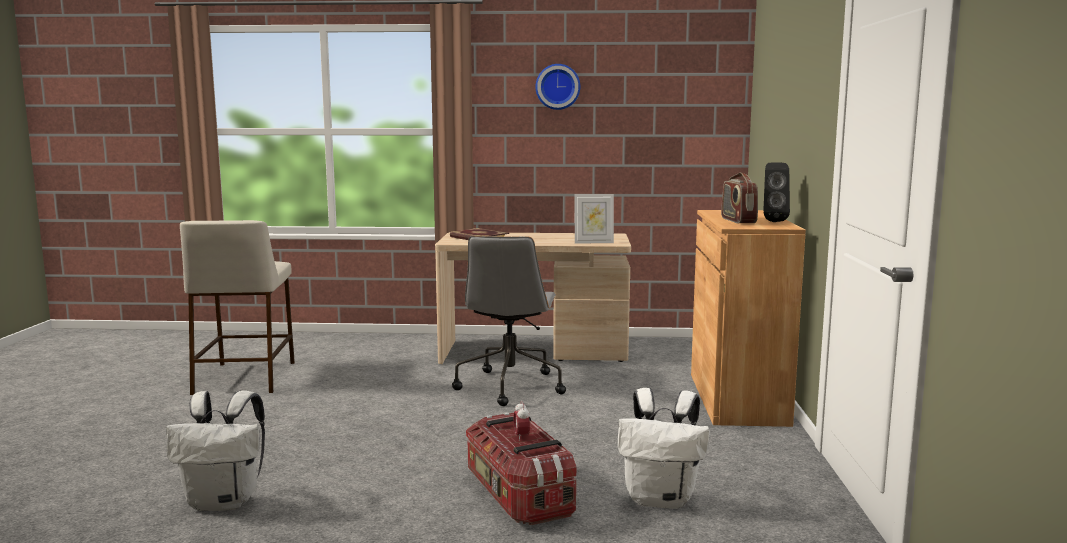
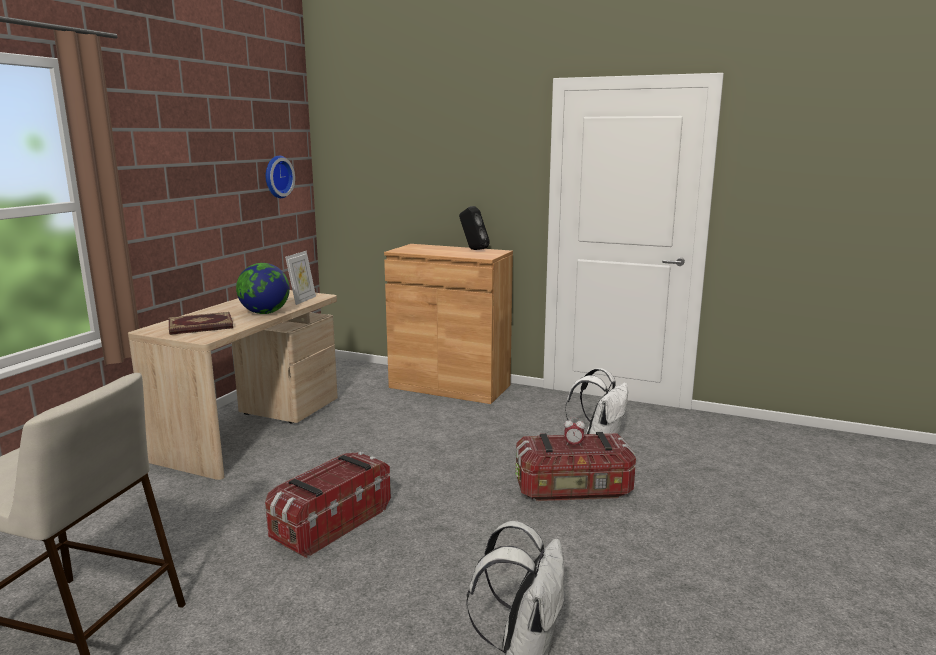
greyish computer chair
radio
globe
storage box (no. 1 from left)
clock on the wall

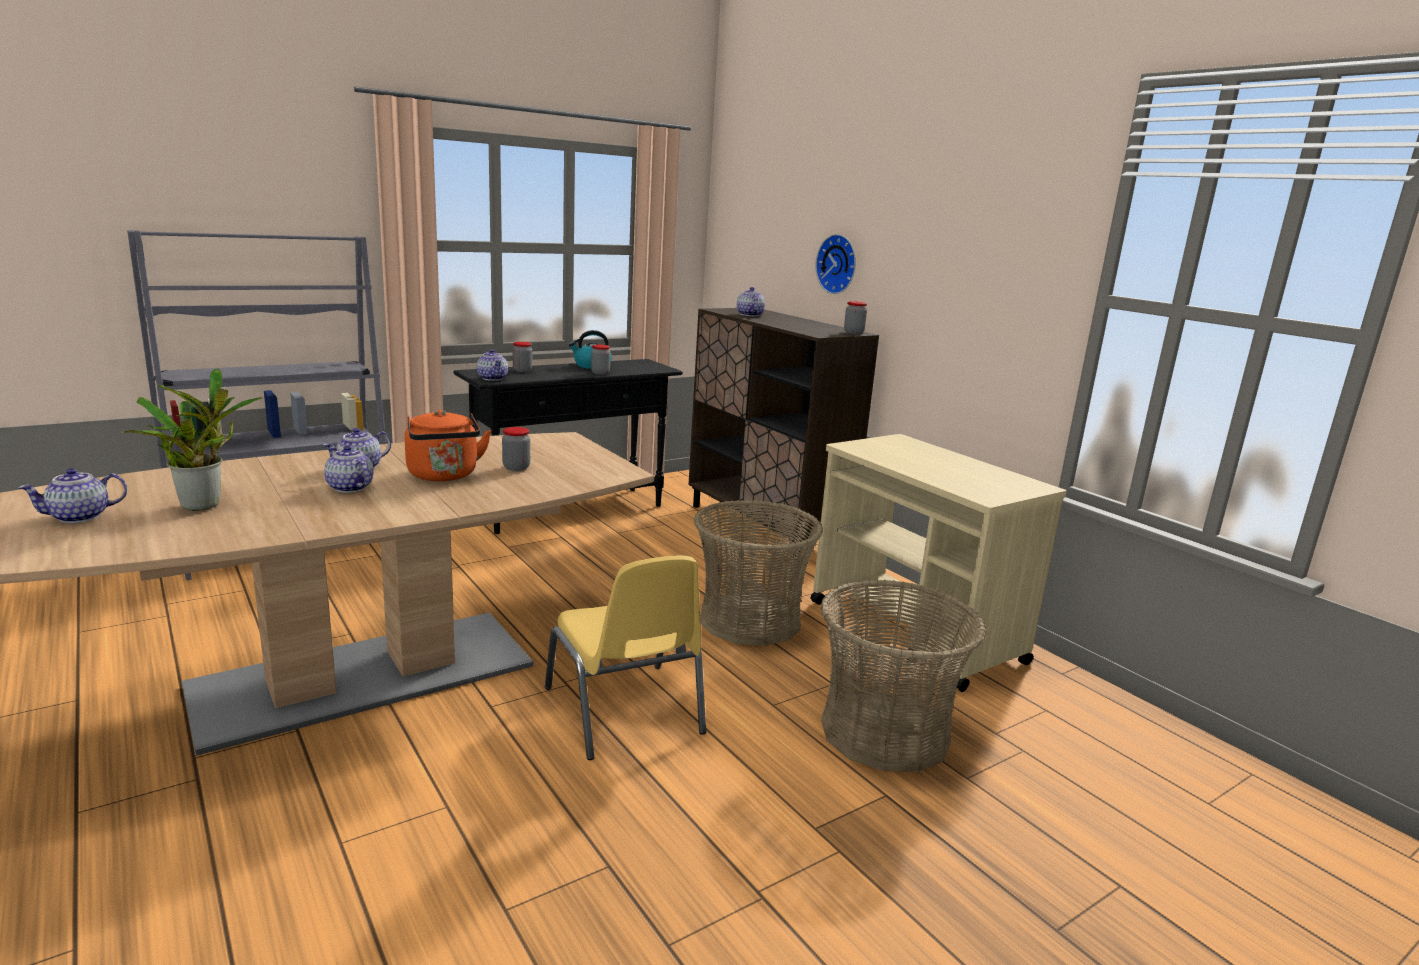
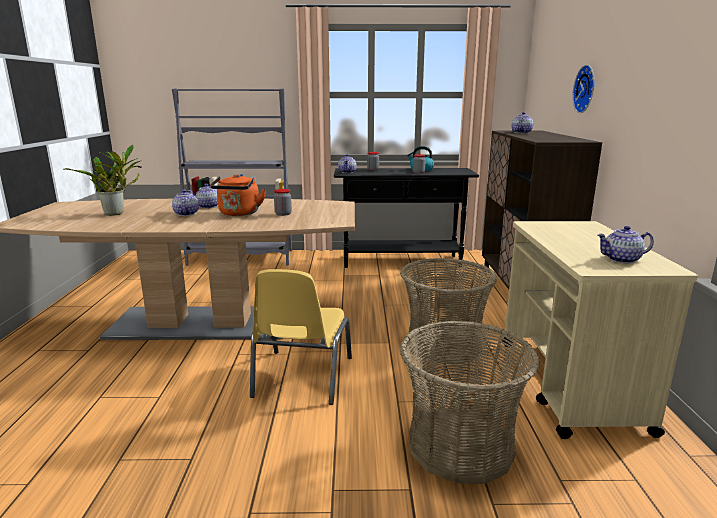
jar (no. 4 from left in the first image)
pot for tea (no. 5 from left)

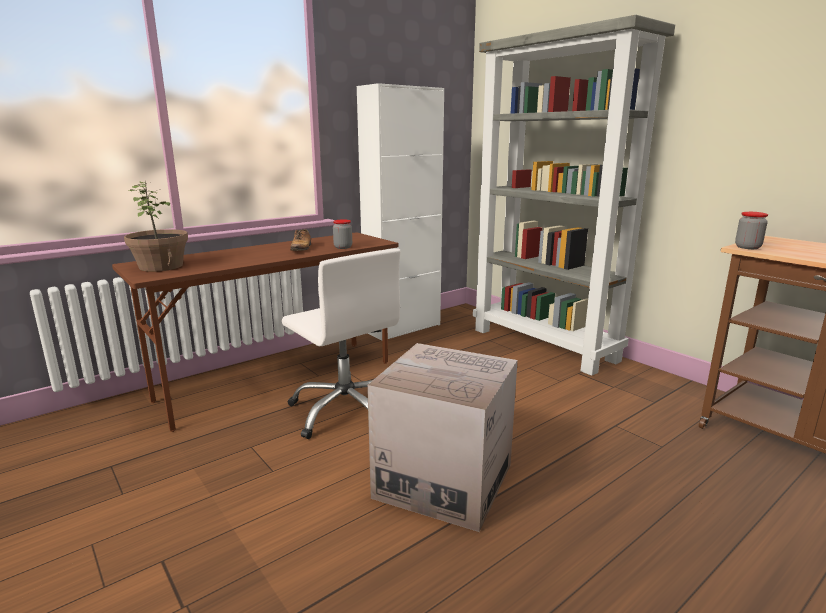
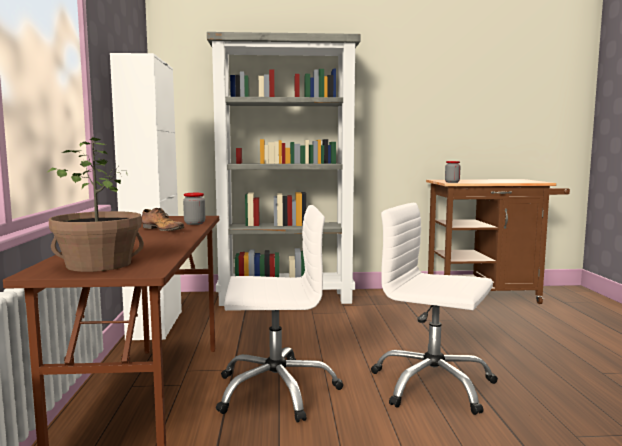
white computer chair (no. 2 from left)

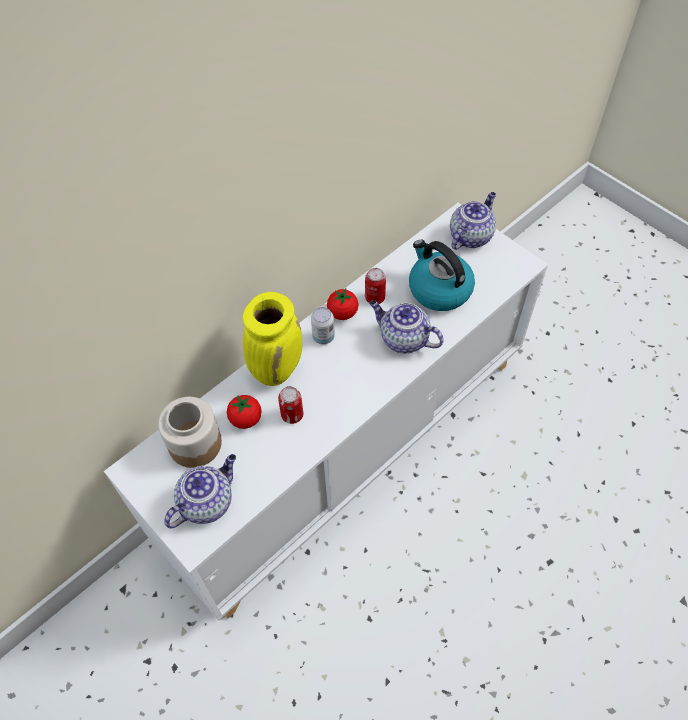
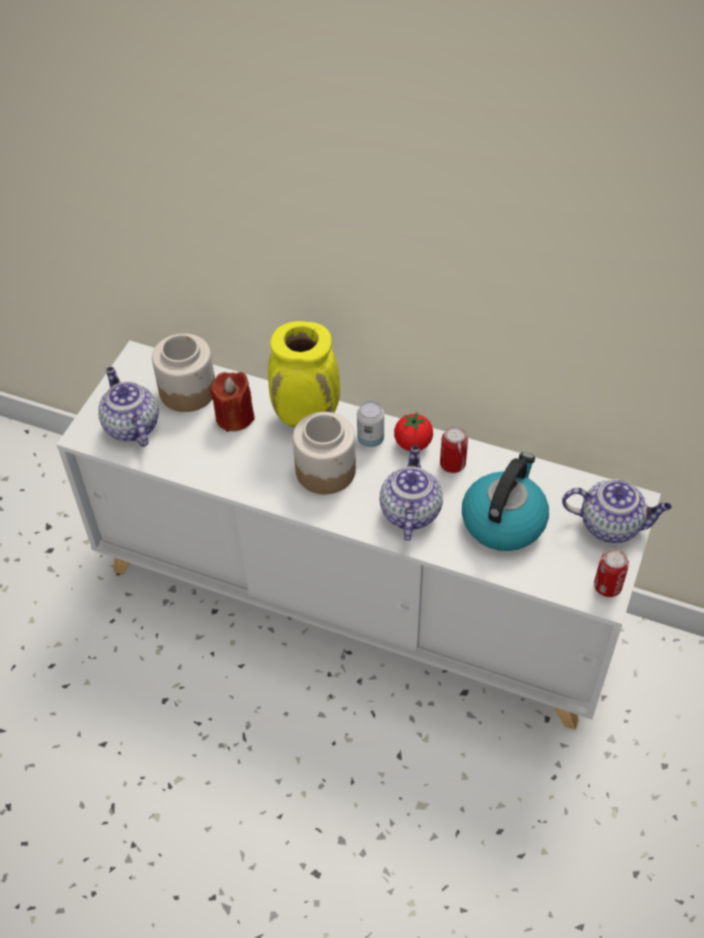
jar (no. 2 from left)
can (no. 3 from left)
red-coloured wax light
pot for tea (no. 1 from left)

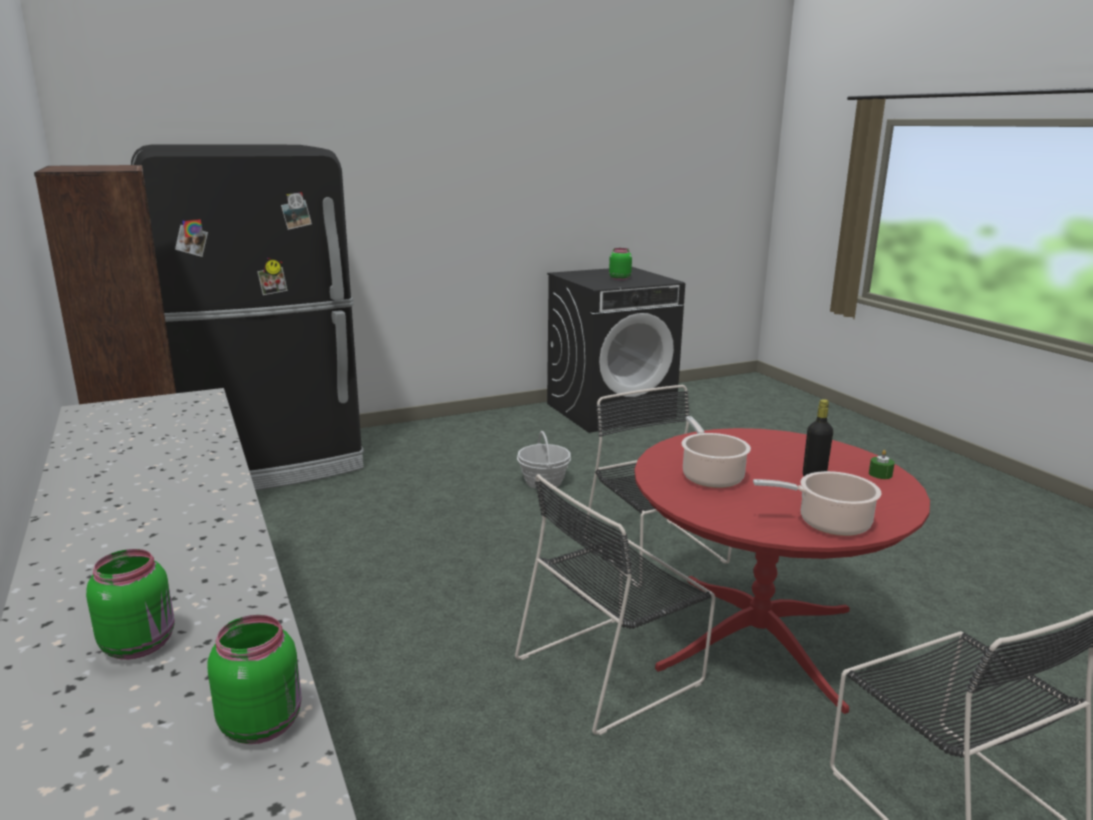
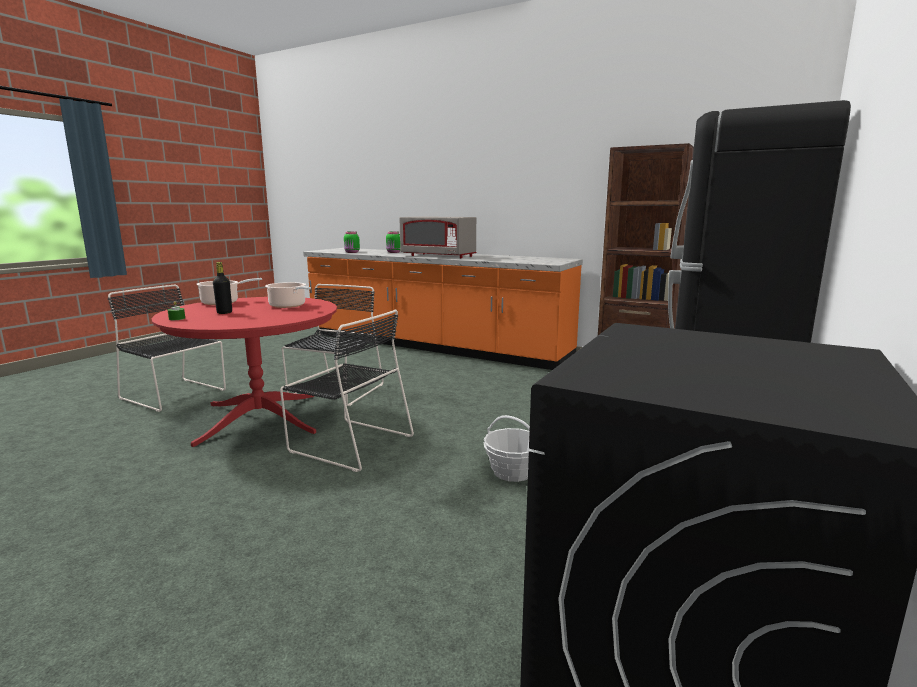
green jar (no. 3 from left in the first image)
greyish kitchen microwave

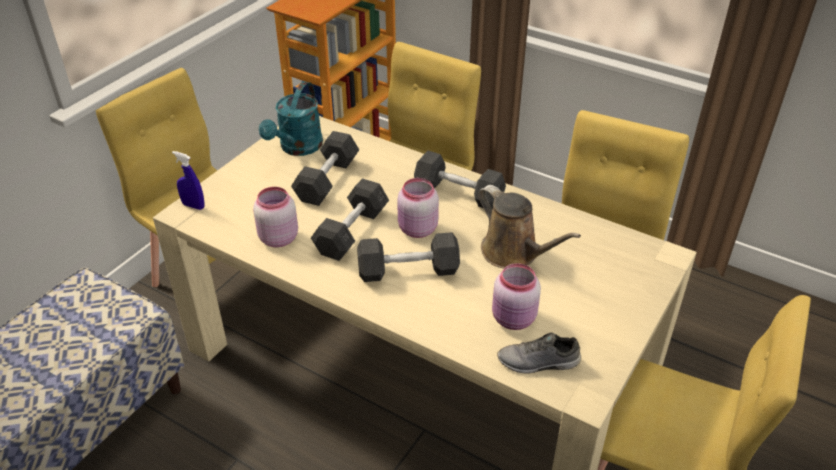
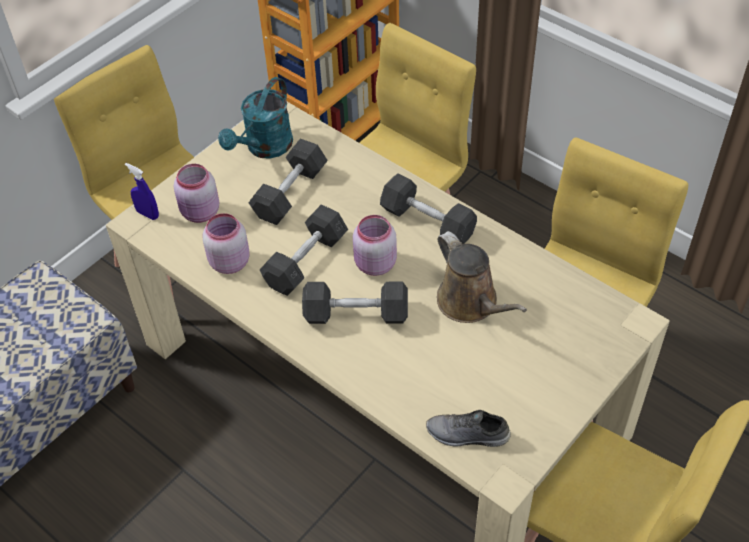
pinkish jar (no. 1 from left)

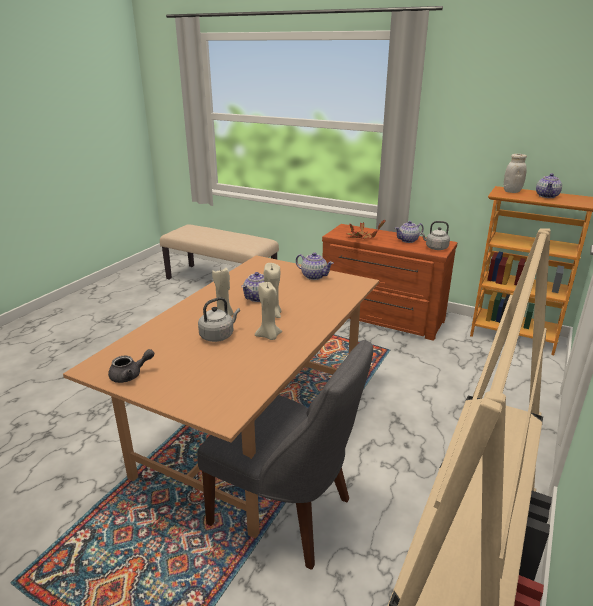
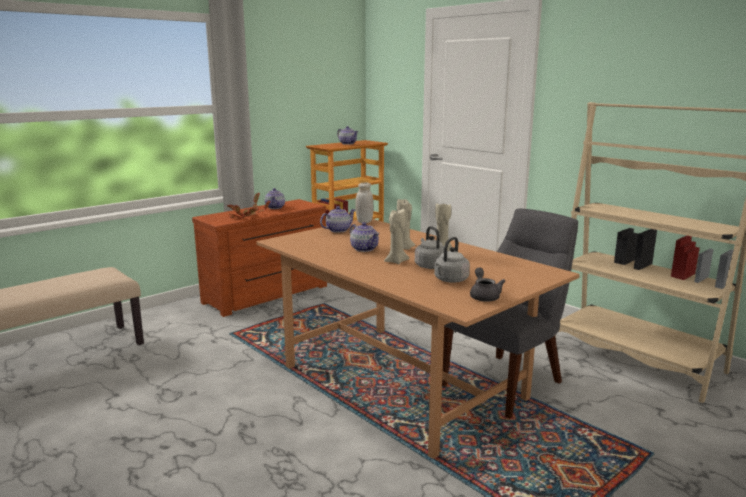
greyish water kettle (no. 2 from left)
white jar

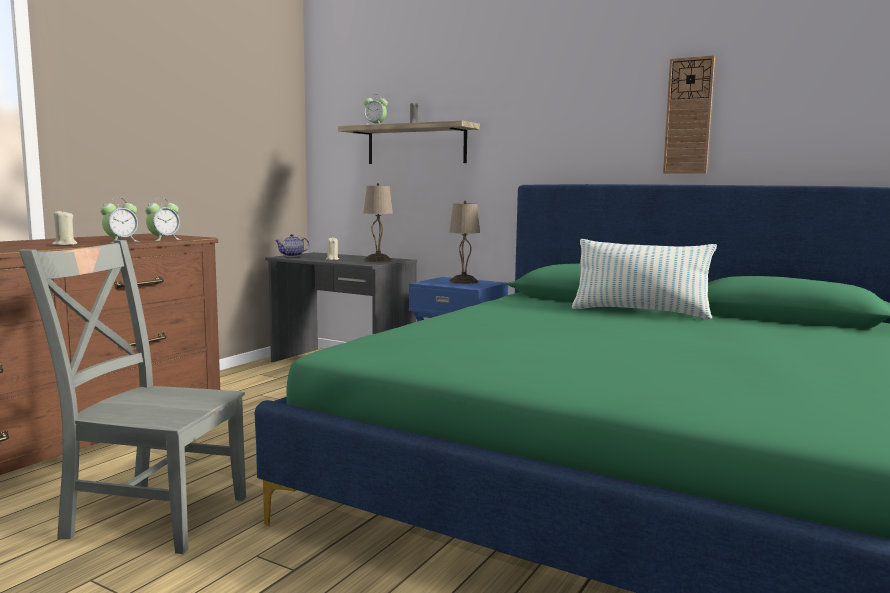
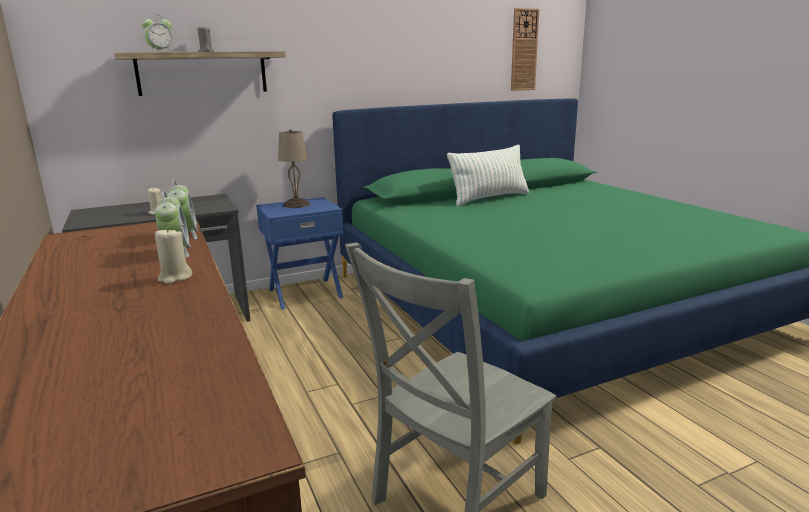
pot for tea
beige-coloured table lamp (no. 1 from left in the first image)
clock on the wall

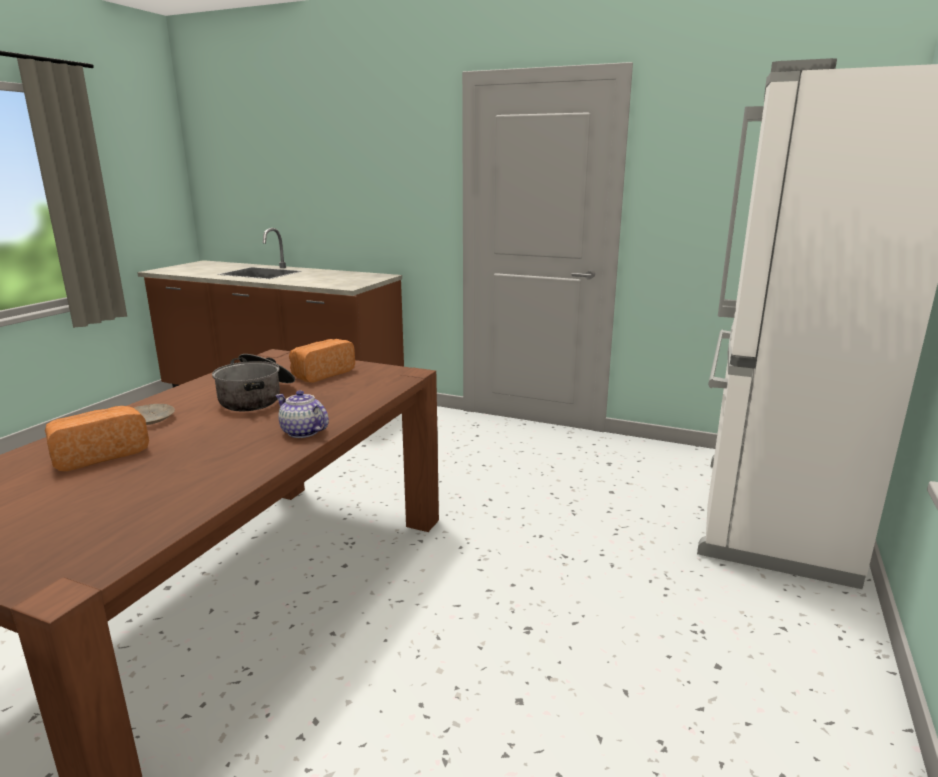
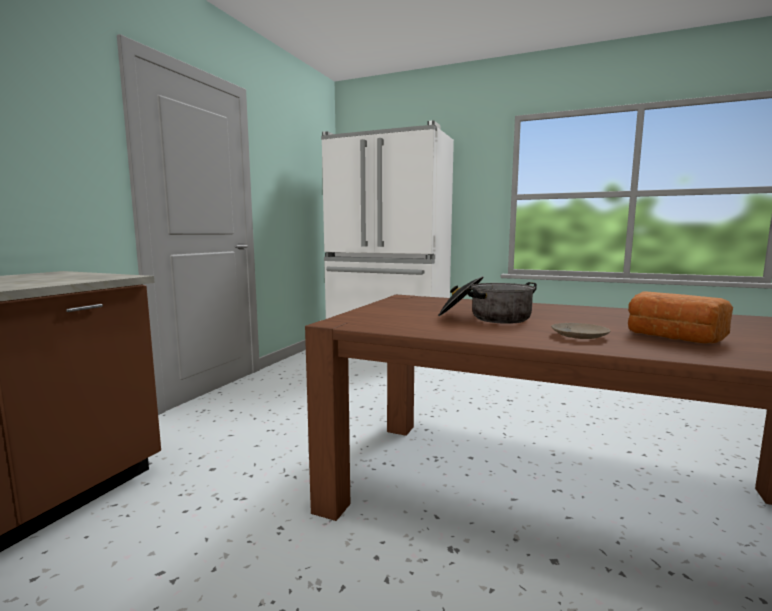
pot for tea
bread (no. 2 from left in the first image)

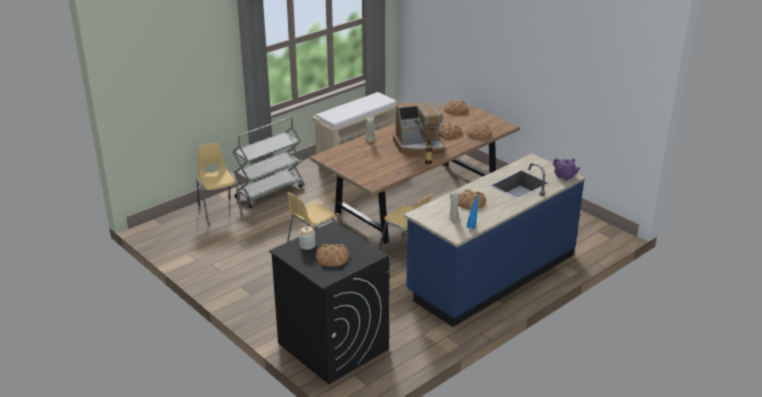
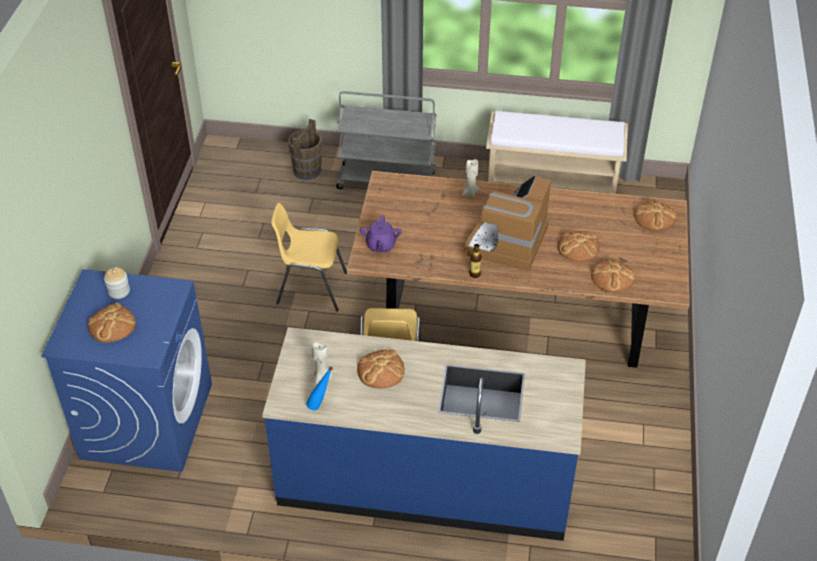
purple pot for tea
brownish water bucket
blue laundry machine
coffee maker

